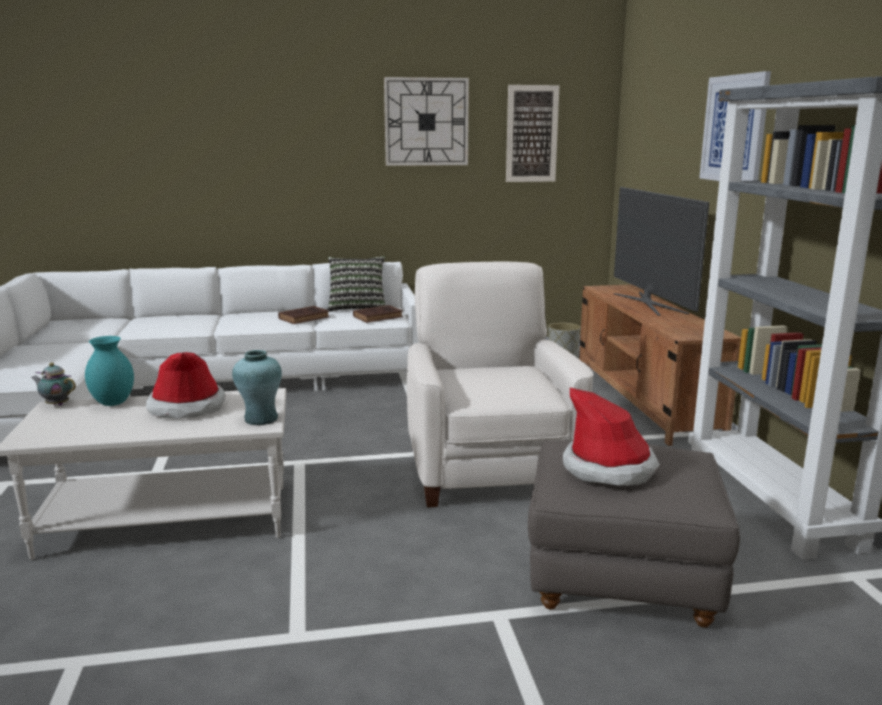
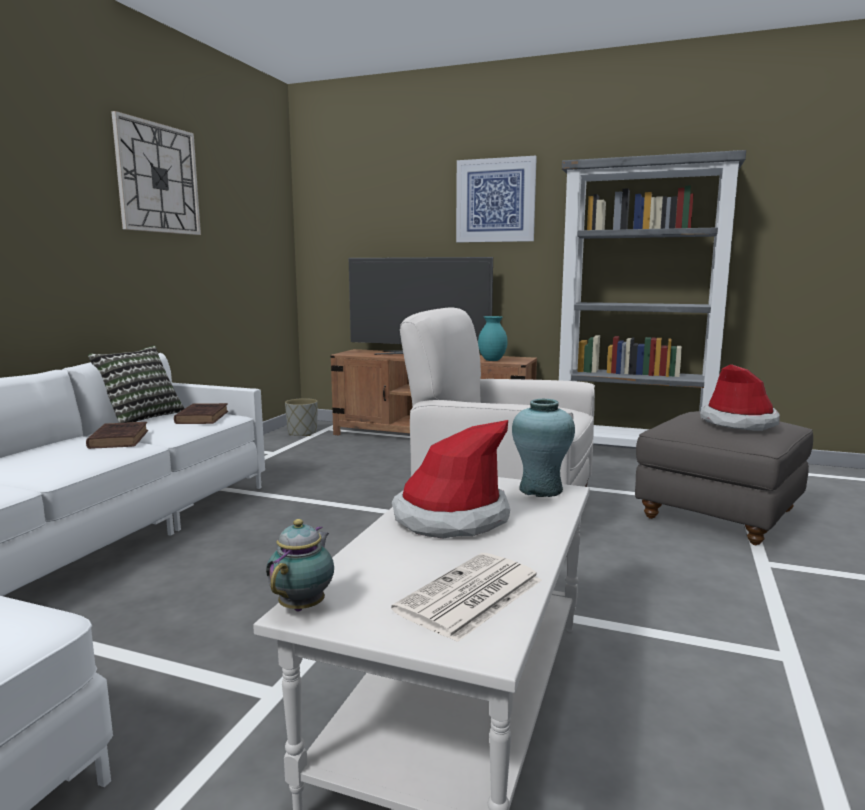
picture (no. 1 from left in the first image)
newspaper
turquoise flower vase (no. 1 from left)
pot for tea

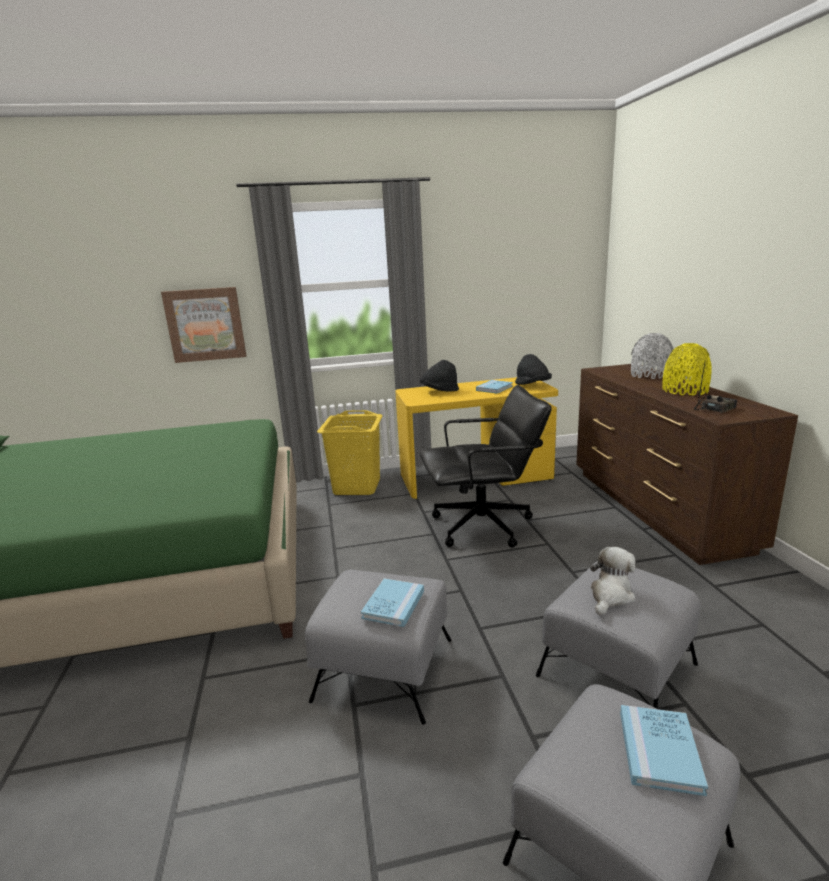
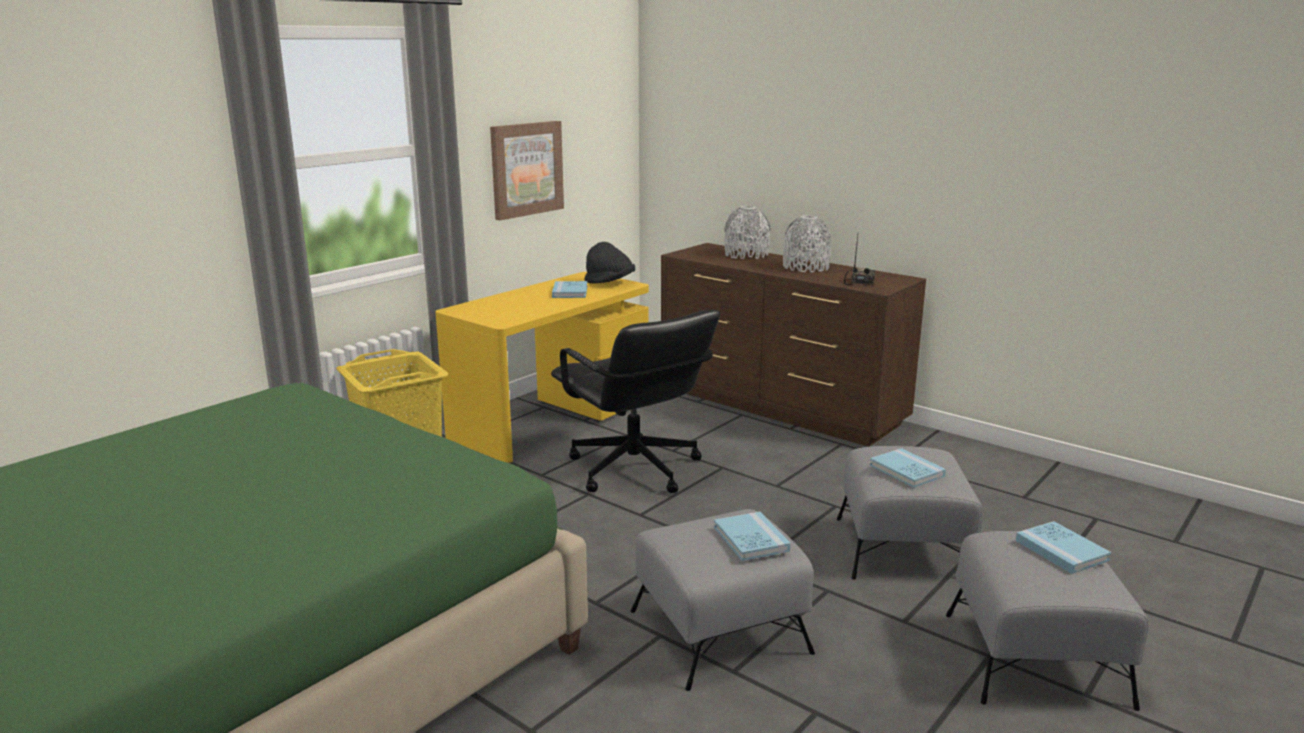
black hat (no. 1 from left in the first image)
picture
blue bound book (no. 3 from left)
greyish flower vase (no. 2 from left)
black computer chair

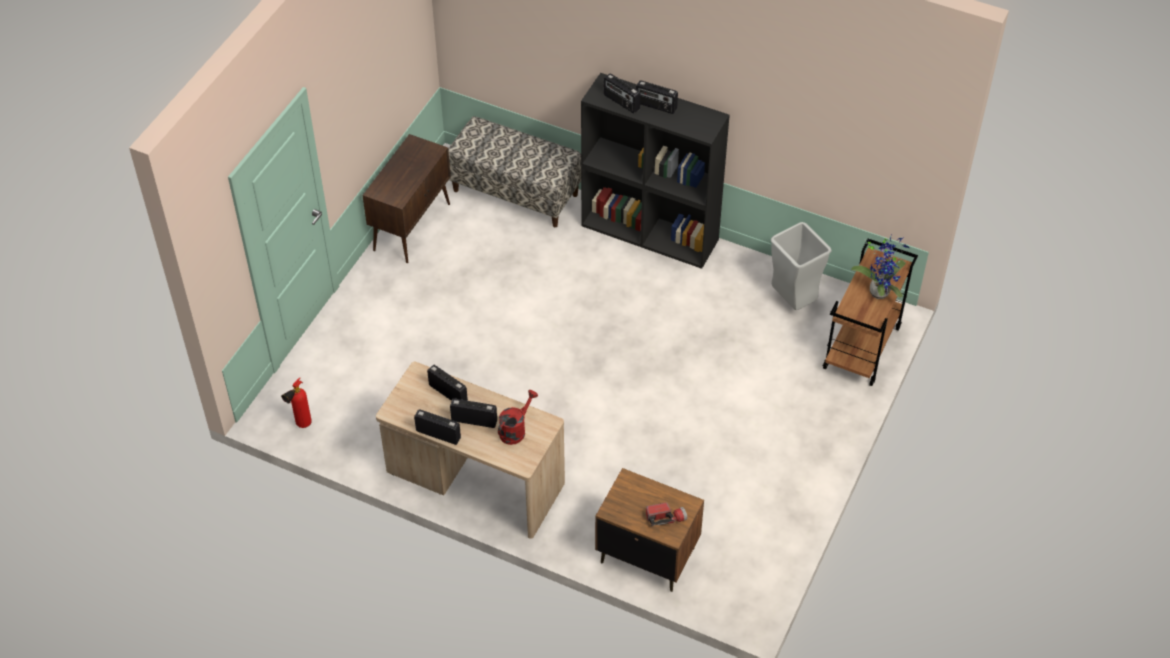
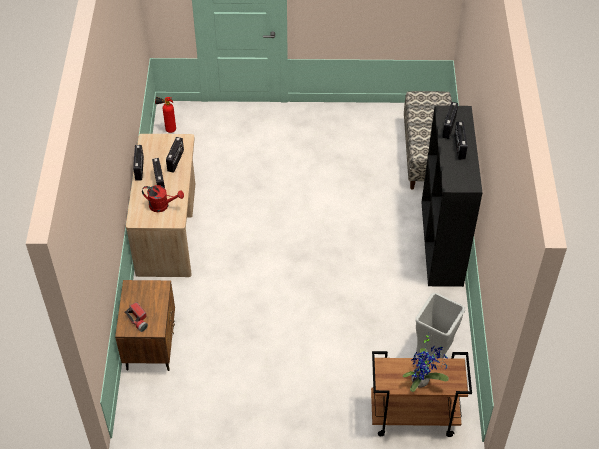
brownish storage cabinet

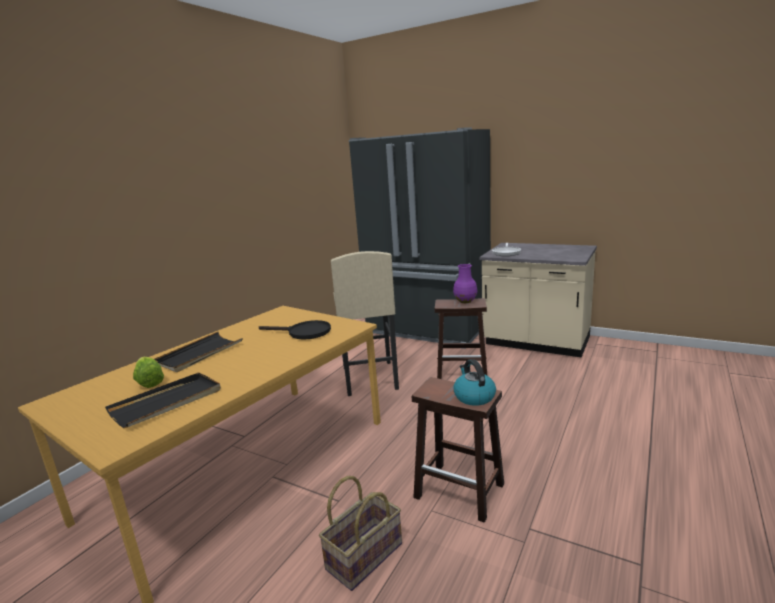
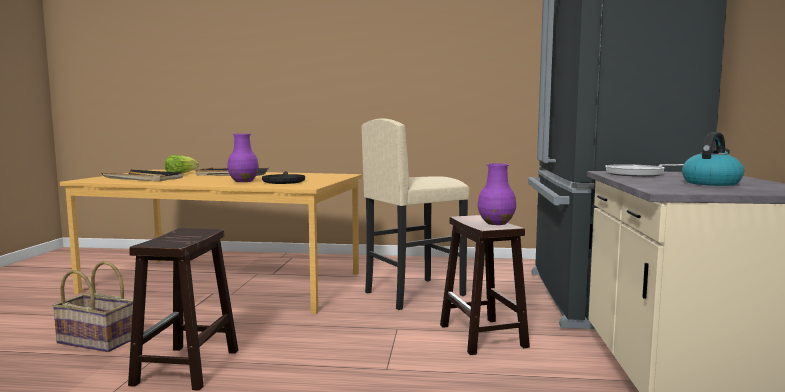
purple flower vase (no. 1 from left)
water kettle

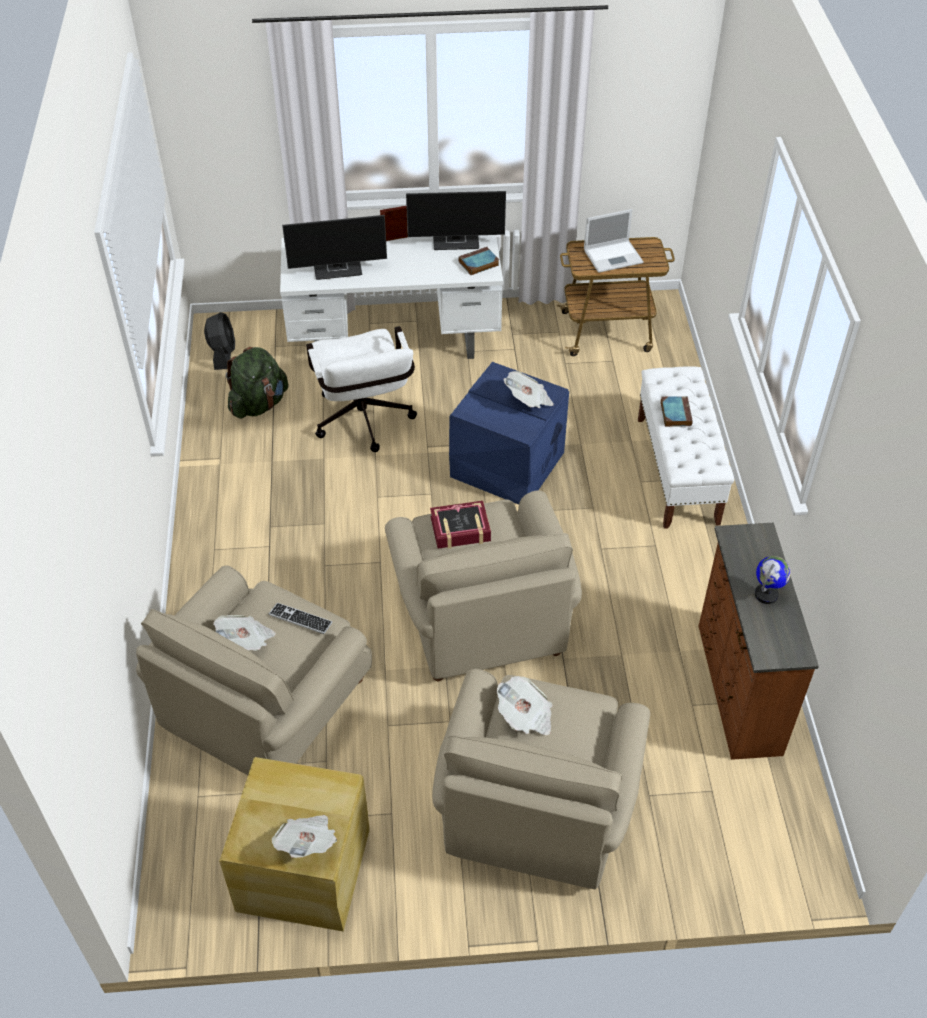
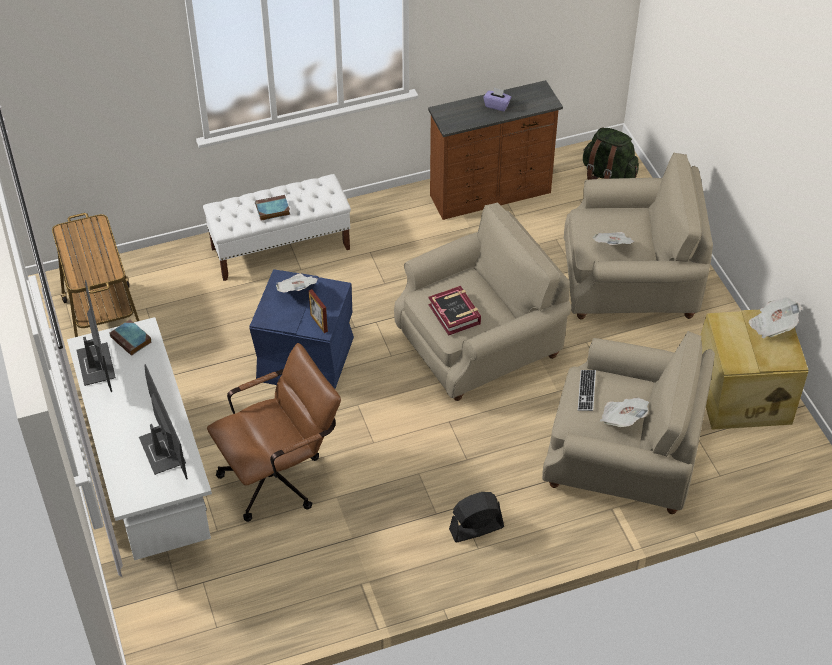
laptop
black fan
green rucksack
picture frame
purple tissue holder
brownish computer chair

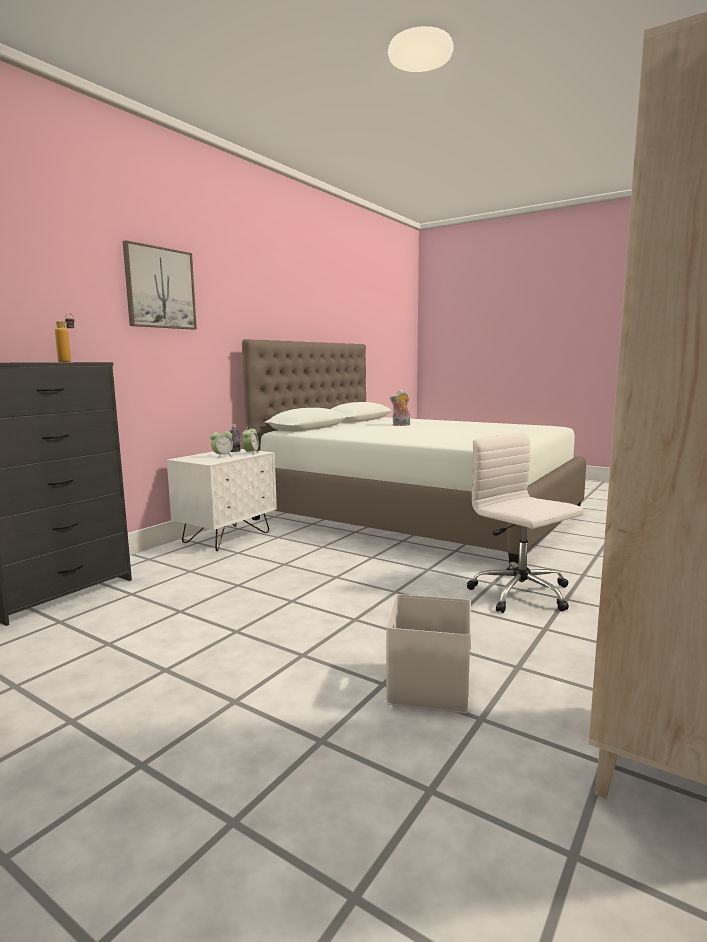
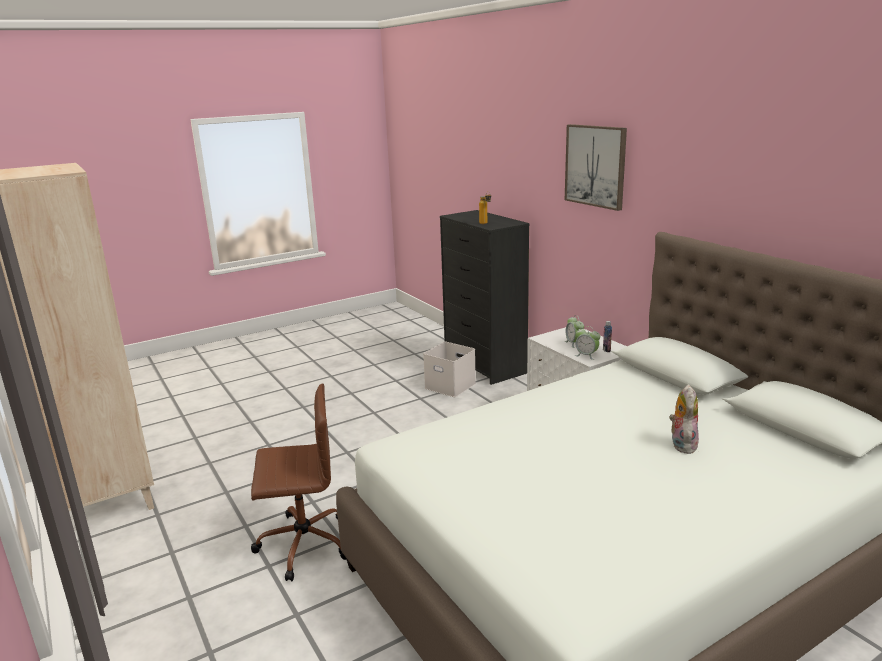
white storage box
brownish computer chair

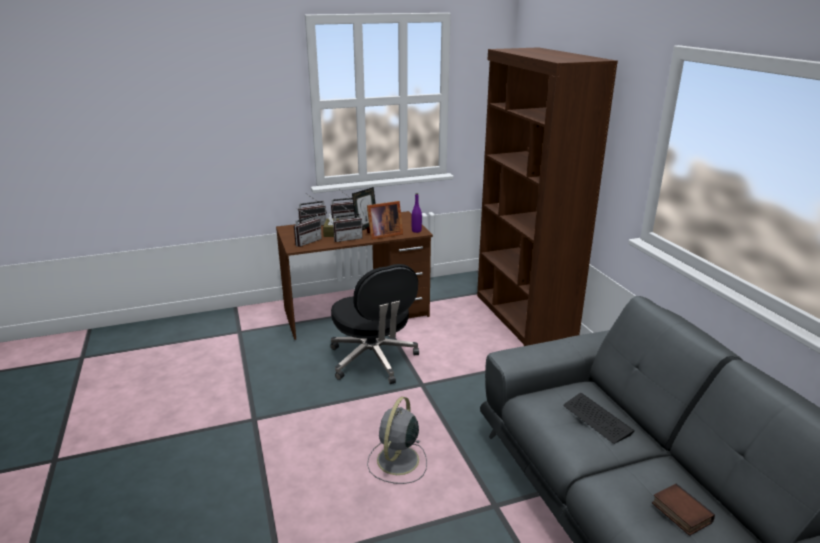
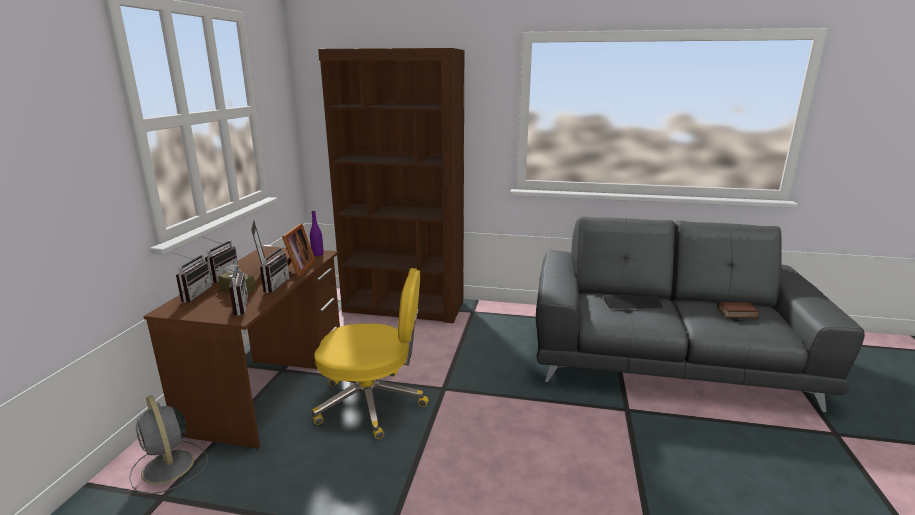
greyish fan
yellowish computer chair

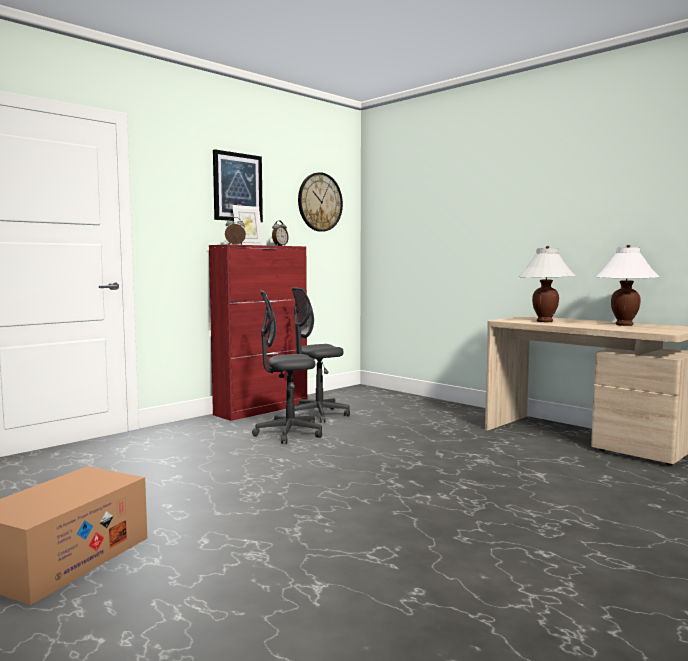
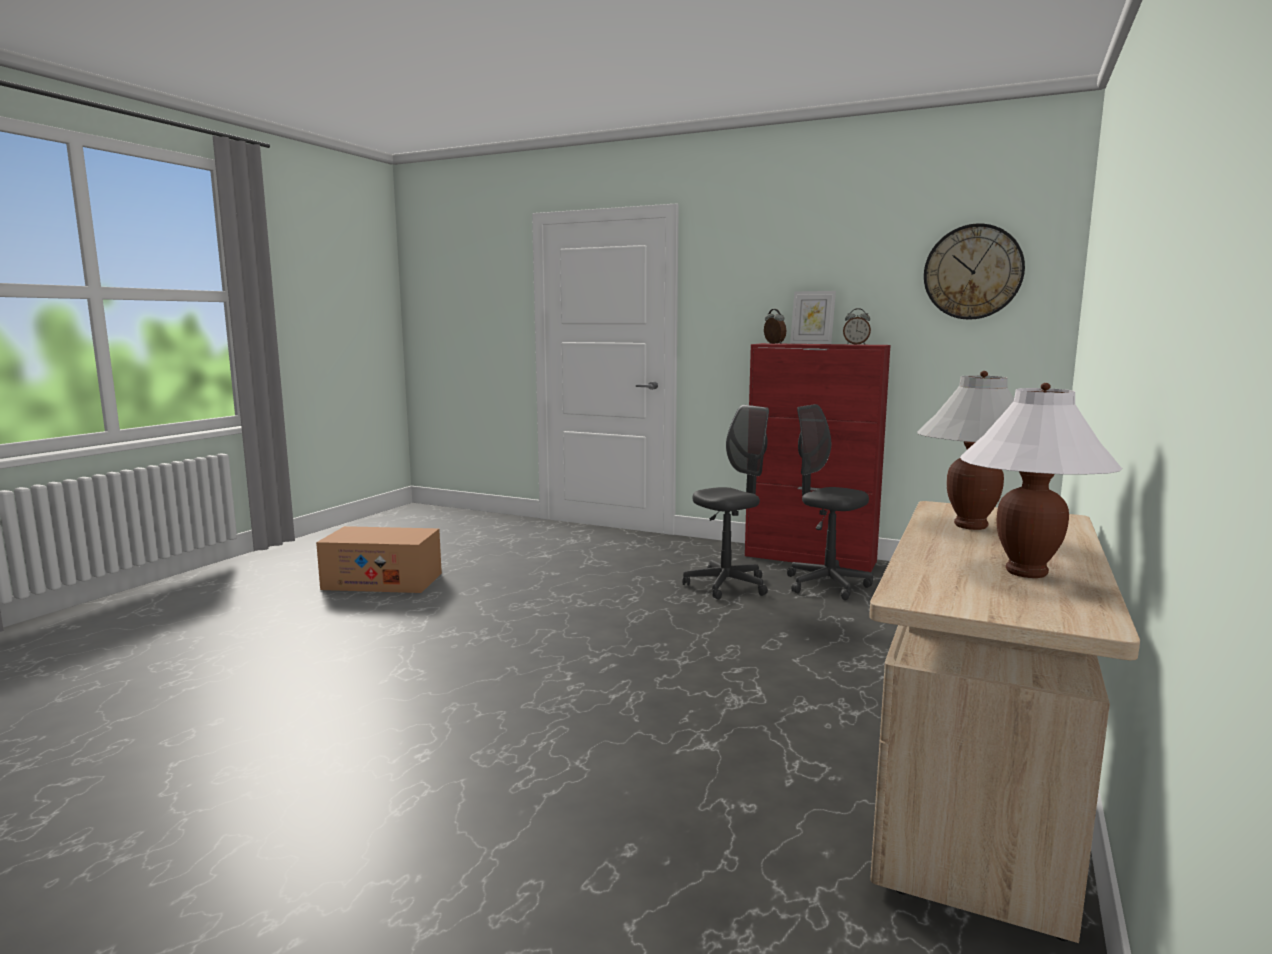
picture
greyish computer chair (no. 1 from left)

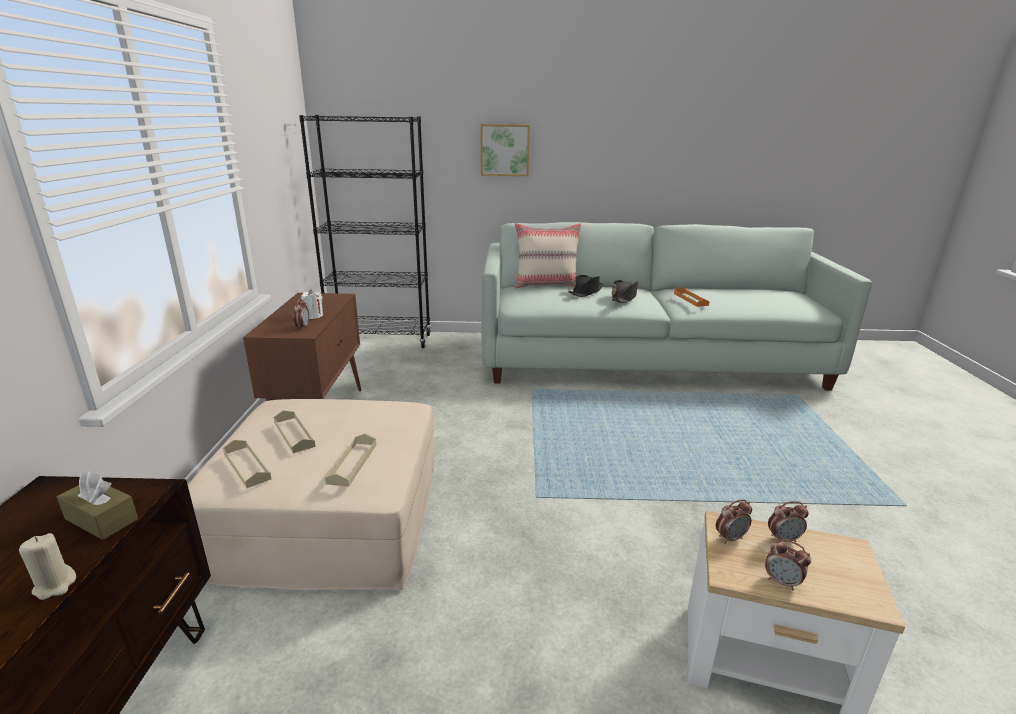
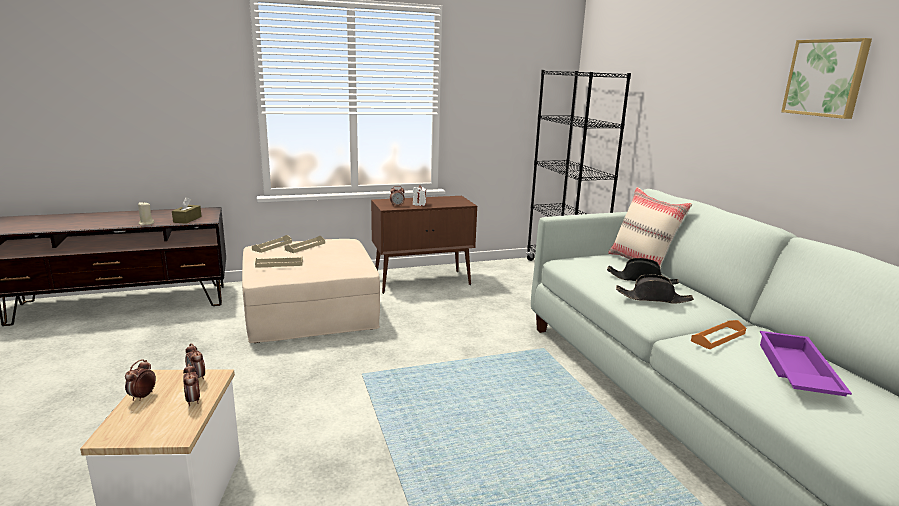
purple carrying tray
picture

